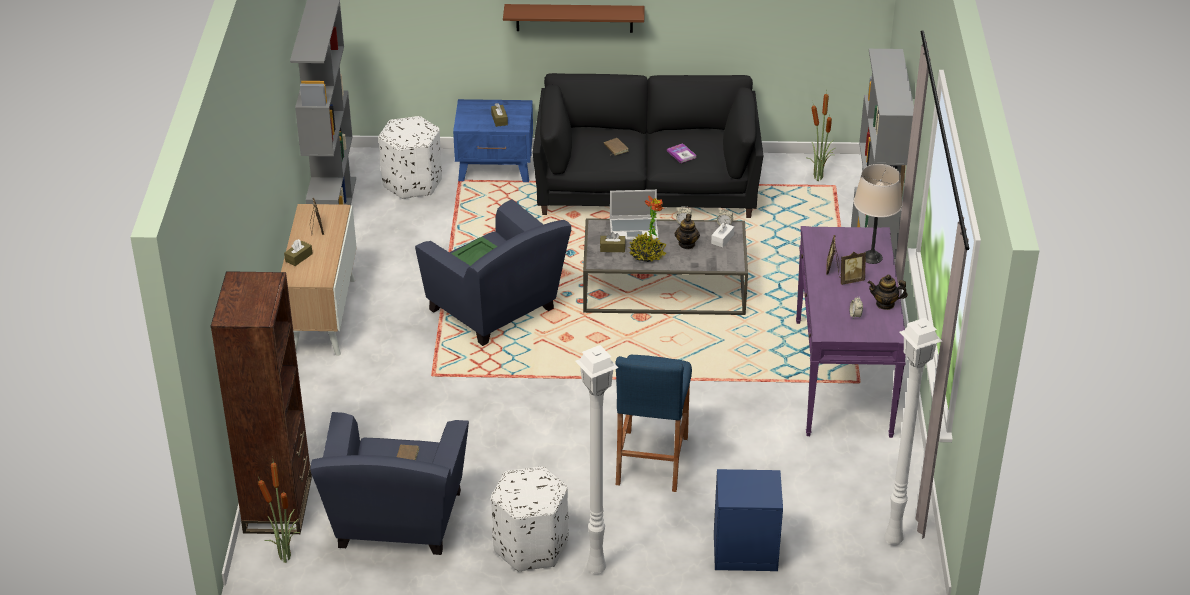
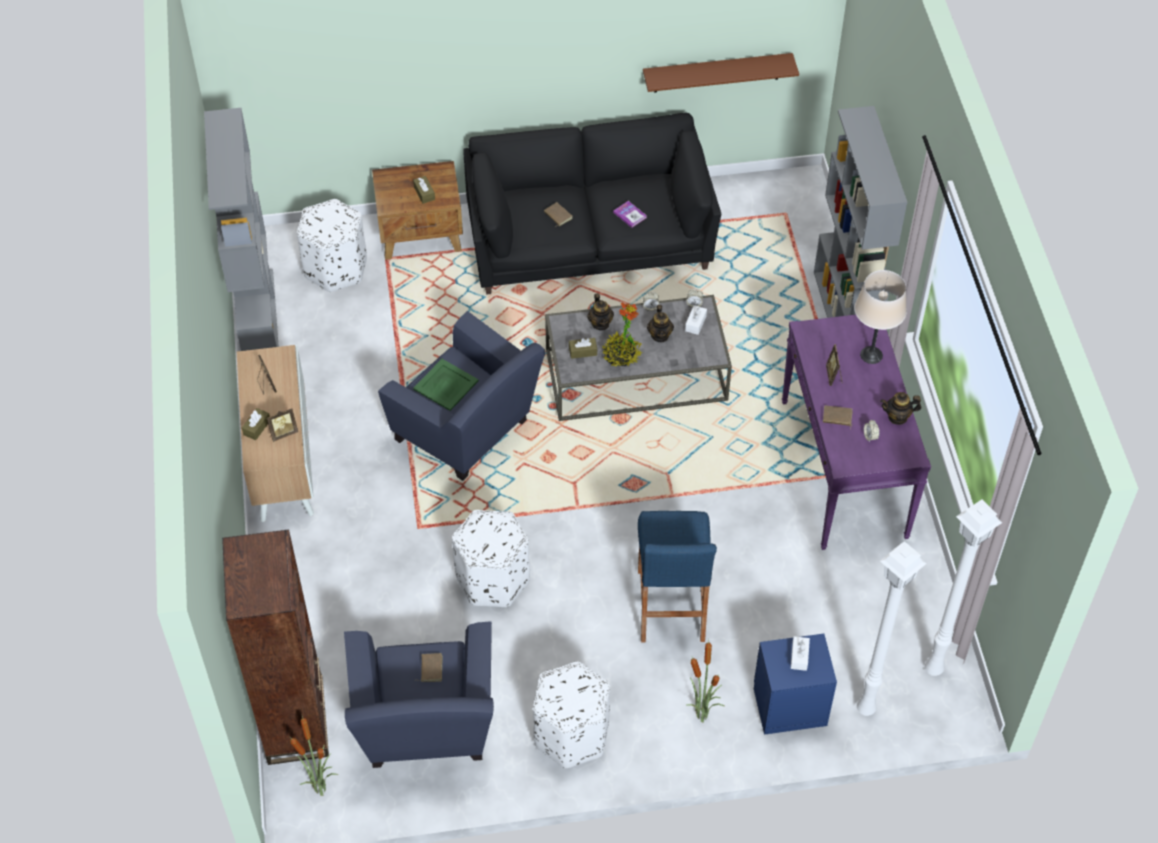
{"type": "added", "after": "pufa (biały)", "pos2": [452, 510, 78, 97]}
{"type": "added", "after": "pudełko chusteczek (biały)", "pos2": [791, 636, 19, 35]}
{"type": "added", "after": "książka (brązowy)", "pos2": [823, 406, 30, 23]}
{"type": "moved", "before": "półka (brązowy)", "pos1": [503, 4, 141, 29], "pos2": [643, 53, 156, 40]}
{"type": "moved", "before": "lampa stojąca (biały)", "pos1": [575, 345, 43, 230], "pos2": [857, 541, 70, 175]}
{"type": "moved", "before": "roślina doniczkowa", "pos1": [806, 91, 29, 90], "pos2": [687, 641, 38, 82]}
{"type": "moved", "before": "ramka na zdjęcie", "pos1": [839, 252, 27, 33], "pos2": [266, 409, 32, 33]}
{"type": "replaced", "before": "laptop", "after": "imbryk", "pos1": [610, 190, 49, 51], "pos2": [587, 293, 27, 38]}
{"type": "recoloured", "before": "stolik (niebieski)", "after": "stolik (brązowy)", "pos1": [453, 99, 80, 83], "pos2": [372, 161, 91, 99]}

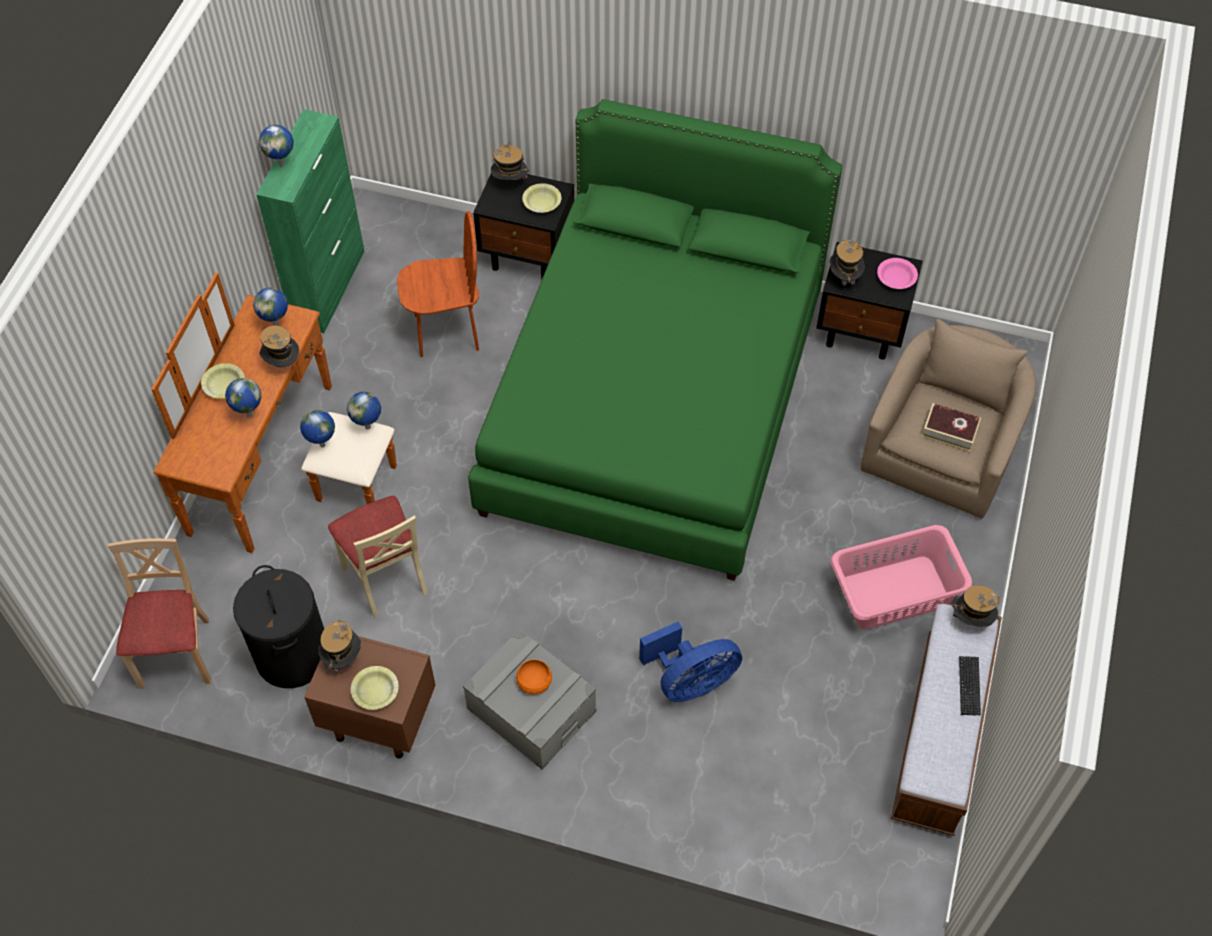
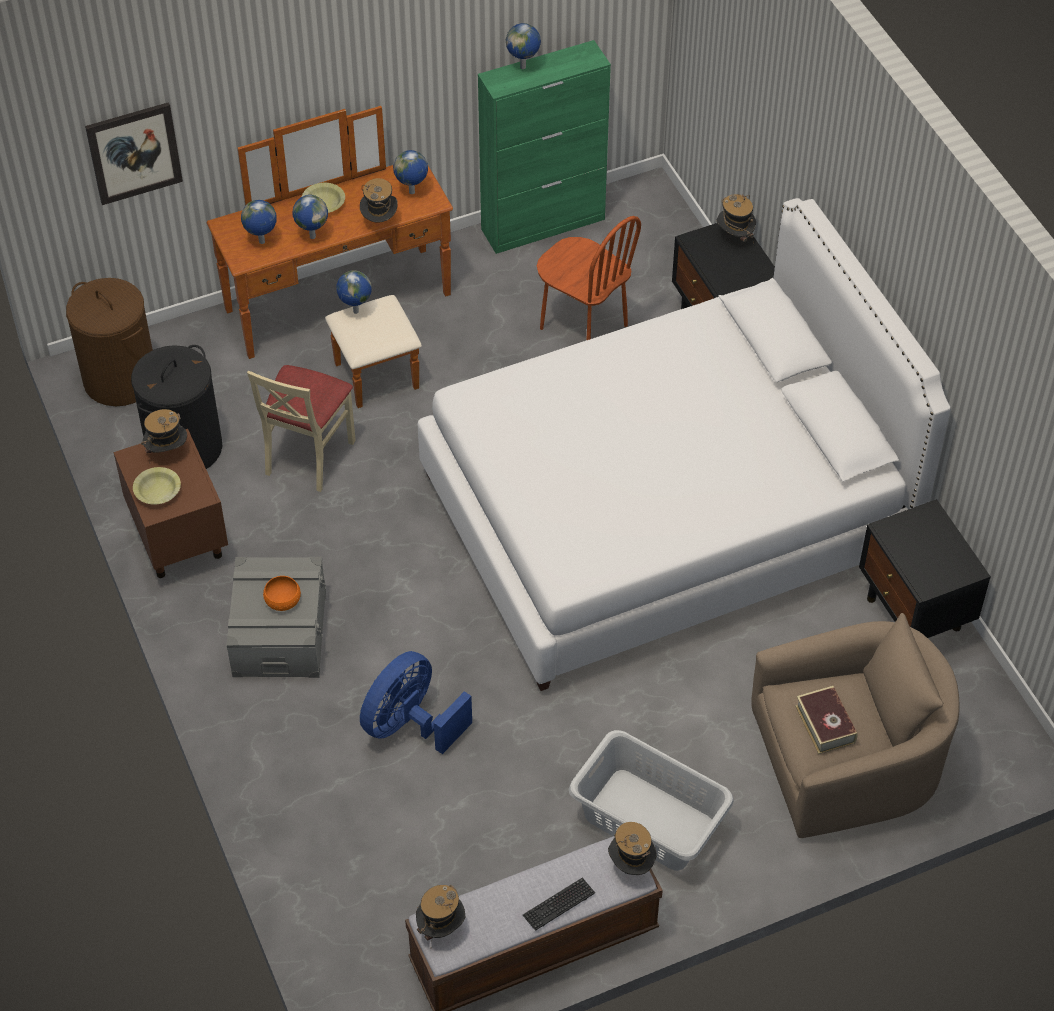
{"type": "removed", "before": "miska (żółty)", "pos1": [522, 183, 39, 30]}
{"type": "removed", "before": "miska (różowy)", "pos1": [877, 258, 41, 31]}
{"type": "added", "after": "obraz", "pos2": [85, 102, 98, 103]}
{"type": "moved", "before": "globus", "pos1": [347, 392, 34, 38], "pos2": [241, 200, 36, 44]}
{"type": "moved", "before": "kapelusz", "pos1": [830, 240, 35, 52], "pos2": [416, 885, 49, 56]}
{"type": "replaced", "before": "krzesło (beżowy)", "after": "kosz na pranie (brązowy)", "pos1": [108, 538, 103, 151], "pos2": [66, 278, 87, 128]}
{"type": "recoloured", "before": "łóżko (zielony)", "after": "łóżko (biały)", "pos1": [468, 99, 374, 482], "pos2": [418, 198, 533, 493]}
{"type": "recoloured", "before": "kosz na pranie (różowy)", "after": "kosz na pranie (szary)", "pos1": [830, 525, 142, 104], "pos2": [569, 730, 165, 141]}
{"type": "turned", "before": "wentylator (niebieski)", "pos1": [639, 621, 103, 81], "pos2": [360, 651, 112, 103], "turn": 105}

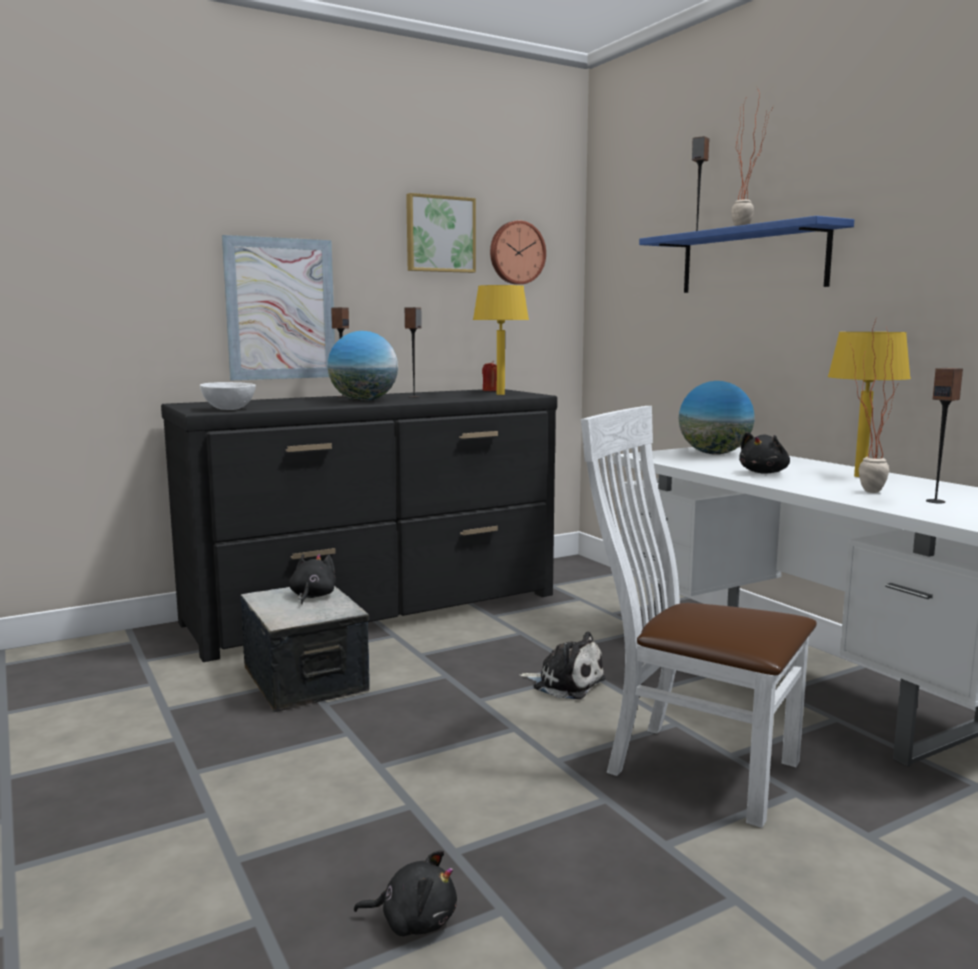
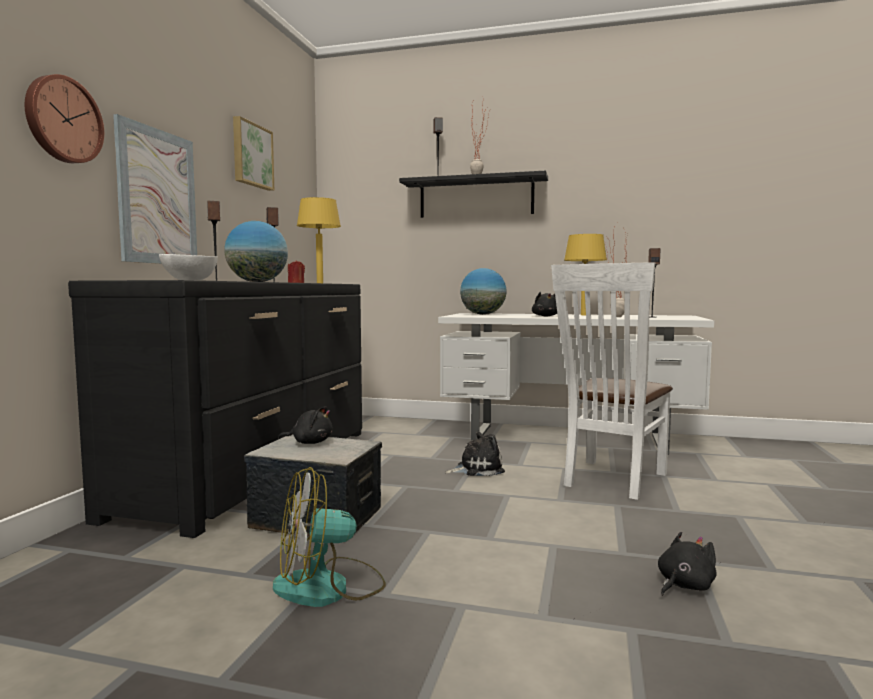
{"type": "added", "after": "wentylator", "pos2": [273, 467, 113, 140]}
{"type": "moved", "before": "zegar ścienny", "pos1": [490, 220, 56, 65], "pos2": [25, 74, 79, 89]}
{"type": "recoloured", "before": "półka (niebieski)", "after": "półka (czarny)", "pos1": [639, 216, 215, 77], "pos2": [399, 170, 149, 48]}
{"type": "turned", "before": "pluszak (czarny)", "pos1": [289, 554, 47, 51], "pos2": [278, 406, 55, 38], "turn": 135}
{"type": "turned", "before": "krzesło (biały)", "pos1": [581, 406, 236, 422], "pos2": [551, 262, 122, 238], "turn": -45}

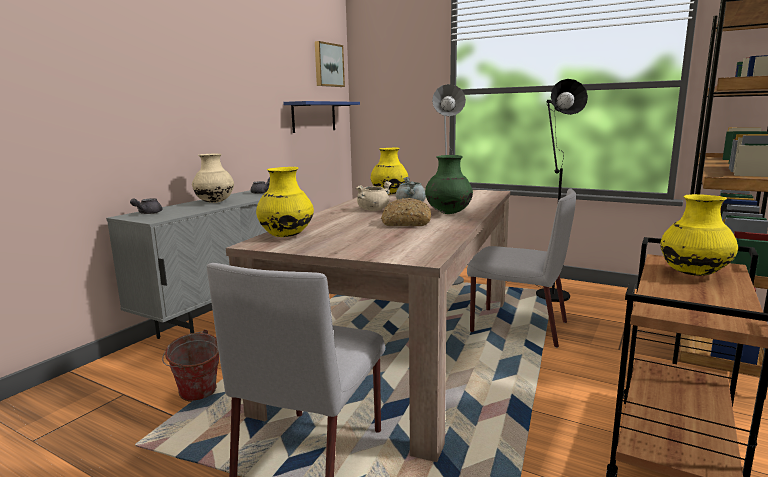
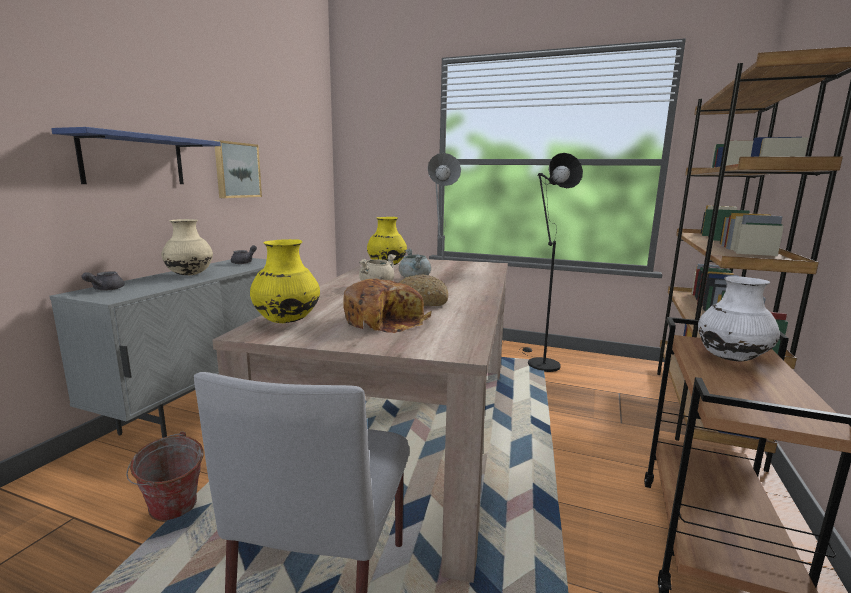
{"type": "removed", "before": "wazon (zielony)", "pos1": [425, 155, 48, 59]}
{"type": "removed", "before": "krzesło (szary)", "pos1": [467, 188, 109, 160]}
{"type": "added", "after": "chleb", "pos2": [343, 279, 89, 54]}
{"type": "moved", "before": "półka (niebieski)", "pos1": [283, 101, 77, 32], "pos2": [51, 127, 170, 57]}
{"type": "moved", "before": "obraz", "pos1": [315, 41, 30, 46], "pos2": [214, 140, 48, 58]}
{"type": "recoloured", "before": "wazon (żółty)", "after": "wazon (biały)", "pos1": [660, 194, 78, 82], "pos2": [698, 276, 82, 86]}

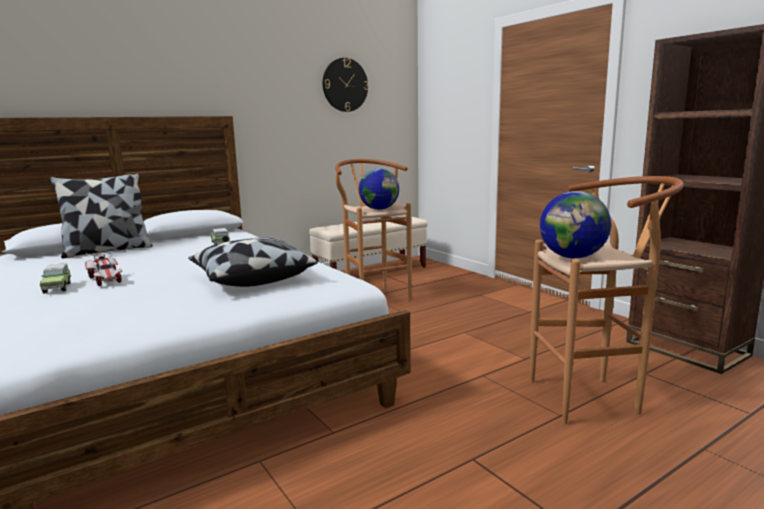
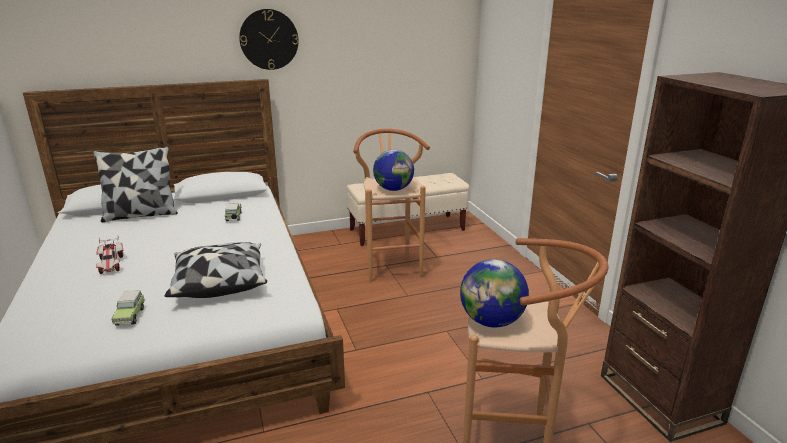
{"type": "moved", "before": "samochodzik", "pos1": [40, 263, 31, 31], "pos2": [111, 290, 34, 36]}
{"type": "moved", "before": "zegar ścienny", "pos1": [323, 58, 46, 54], "pos2": [239, 9, 59, 61]}

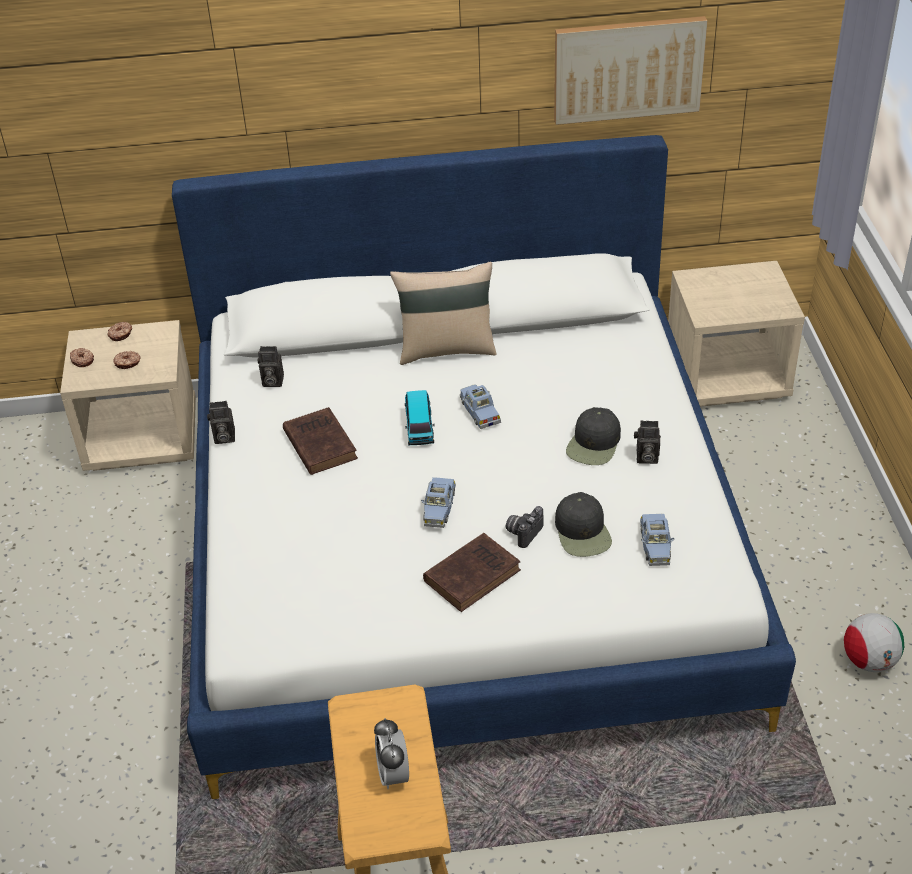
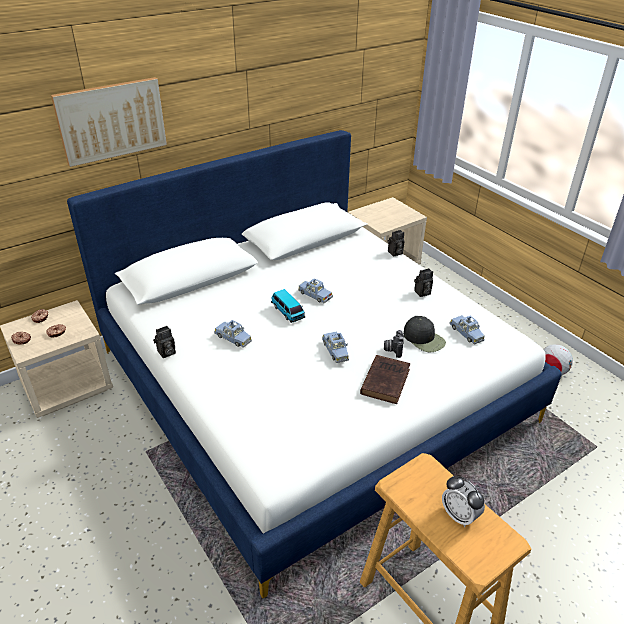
{"type": "removed", "before": "poduszka (beżowy)", "pos1": [390, 261, 107, 104]}
{"type": "removed", "before": "czapka z daszkiem (czarny)", "pos1": [566, 407, 55, 58]}
{"type": "moved", "before": "aparat fotograficzny", "pos1": [258, 346, 26, 41], "pos2": [388, 230, 16, 26]}
{"type": "moved", "before": "obraz", "pos1": [554, 16, 154, 109], "pos2": [51, 77, 116, 90]}
{"type": "replaced", "before": "książka (brązowy)", "after": "samochodzik (niebieski)", "pos1": [283, 407, 75, 68], "pos2": [214, 320, 38, 28]}

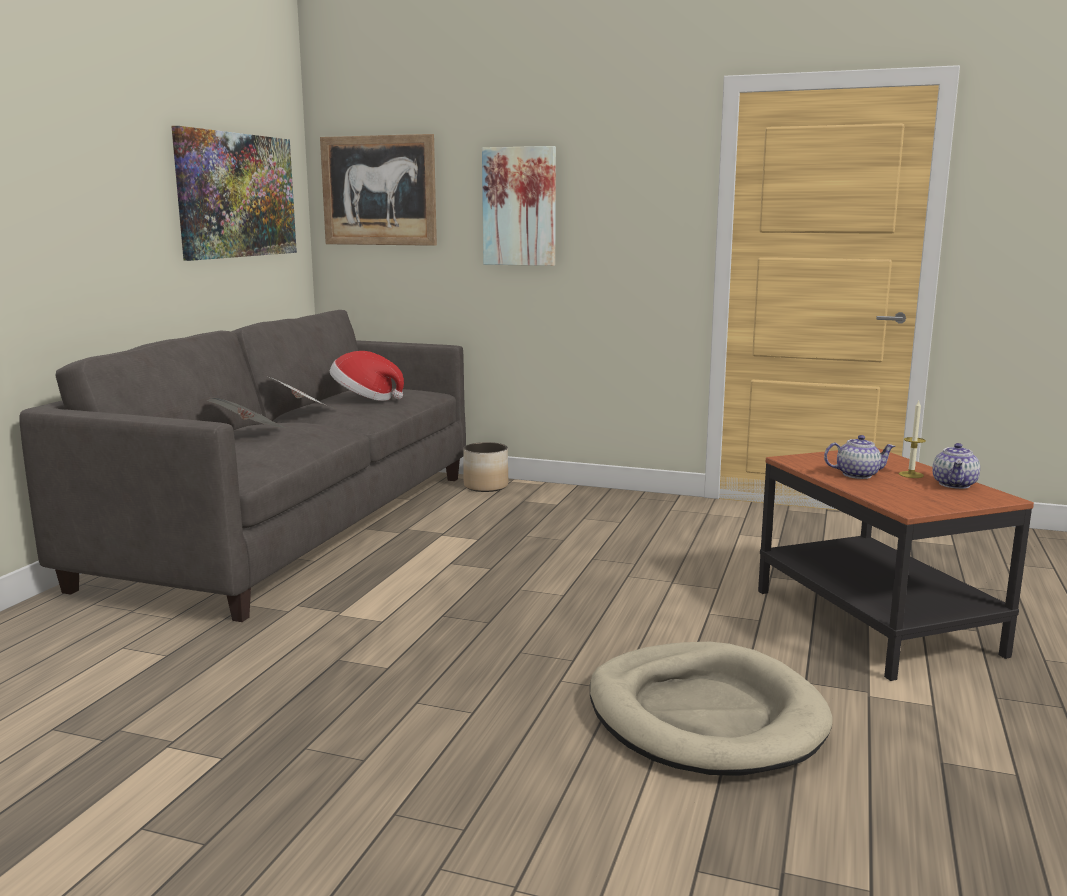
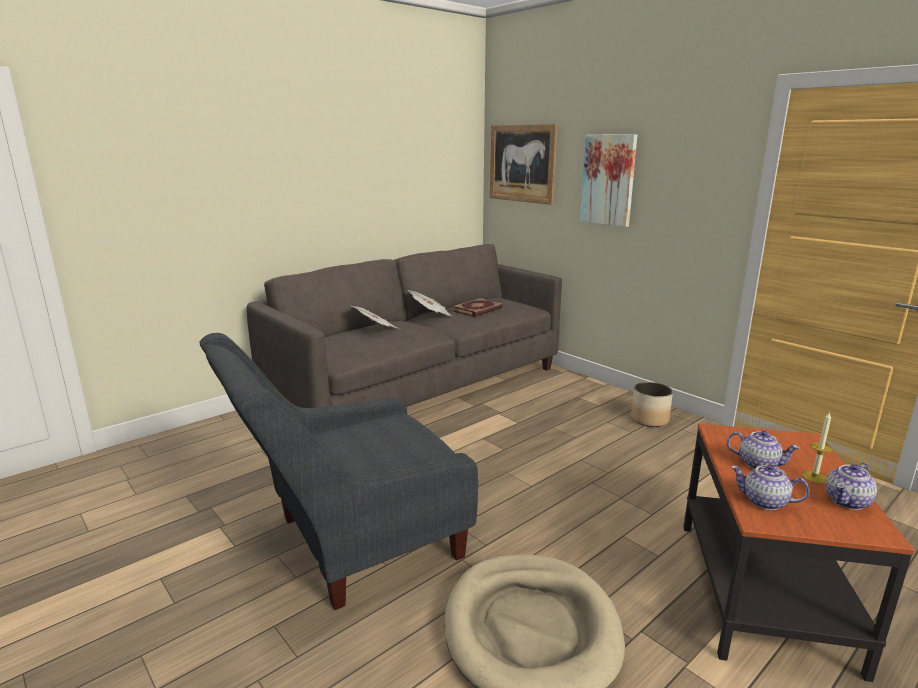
{"type": "removed", "before": "obraz", "pos1": [171, 126, 126, 135]}
{"type": "added", "after": "fotel (szary)", "pos2": [199, 333, 279, 277]}
{"type": "added", "after": "imbryk", "pos2": [731, 464, 79, 46]}
{"type": "moved", "before": "donica", "pos1": [463, 442, 45, 50], "pos2": [631, 382, 42, 45]}
{"type": "replaced", "before": "kapelusz", "after": "książka", "pos1": [330, 351, 74, 50], "pos2": [453, 298, 50, 19]}

